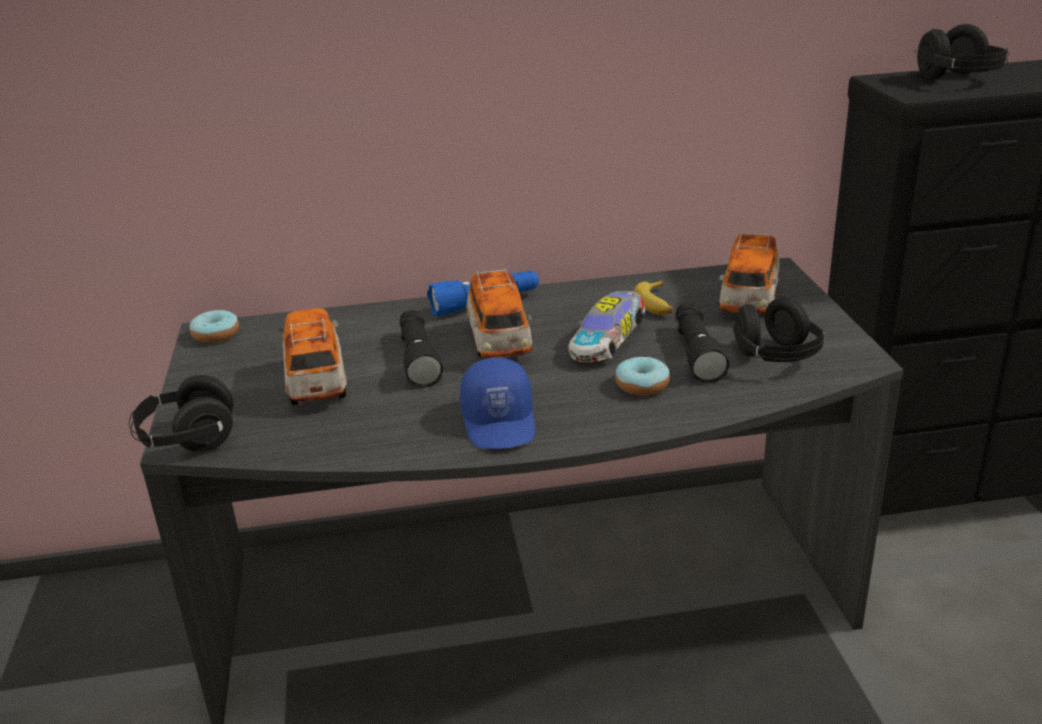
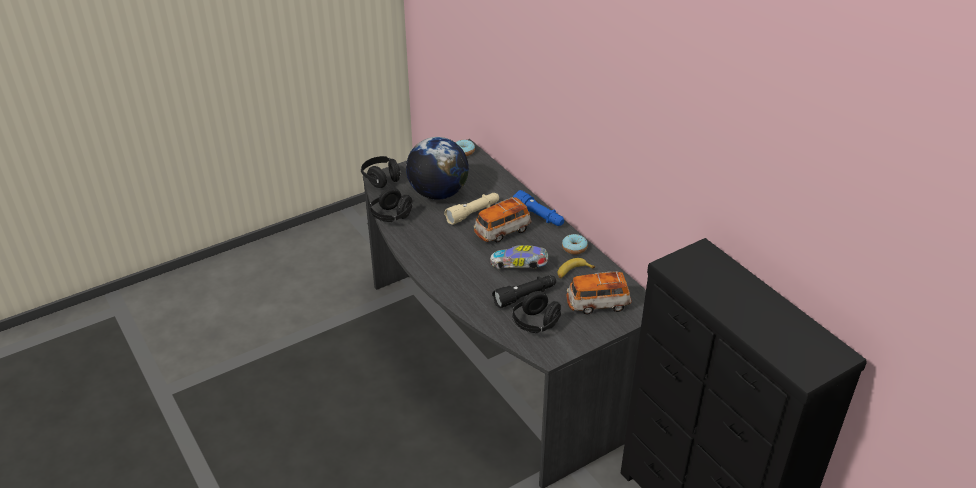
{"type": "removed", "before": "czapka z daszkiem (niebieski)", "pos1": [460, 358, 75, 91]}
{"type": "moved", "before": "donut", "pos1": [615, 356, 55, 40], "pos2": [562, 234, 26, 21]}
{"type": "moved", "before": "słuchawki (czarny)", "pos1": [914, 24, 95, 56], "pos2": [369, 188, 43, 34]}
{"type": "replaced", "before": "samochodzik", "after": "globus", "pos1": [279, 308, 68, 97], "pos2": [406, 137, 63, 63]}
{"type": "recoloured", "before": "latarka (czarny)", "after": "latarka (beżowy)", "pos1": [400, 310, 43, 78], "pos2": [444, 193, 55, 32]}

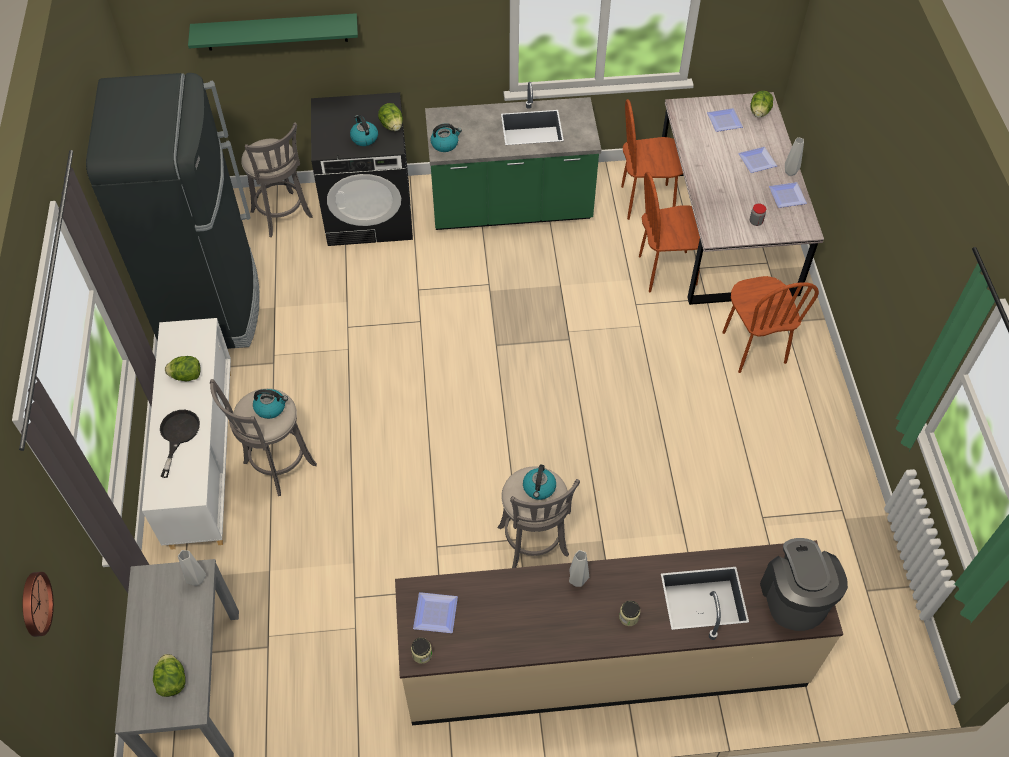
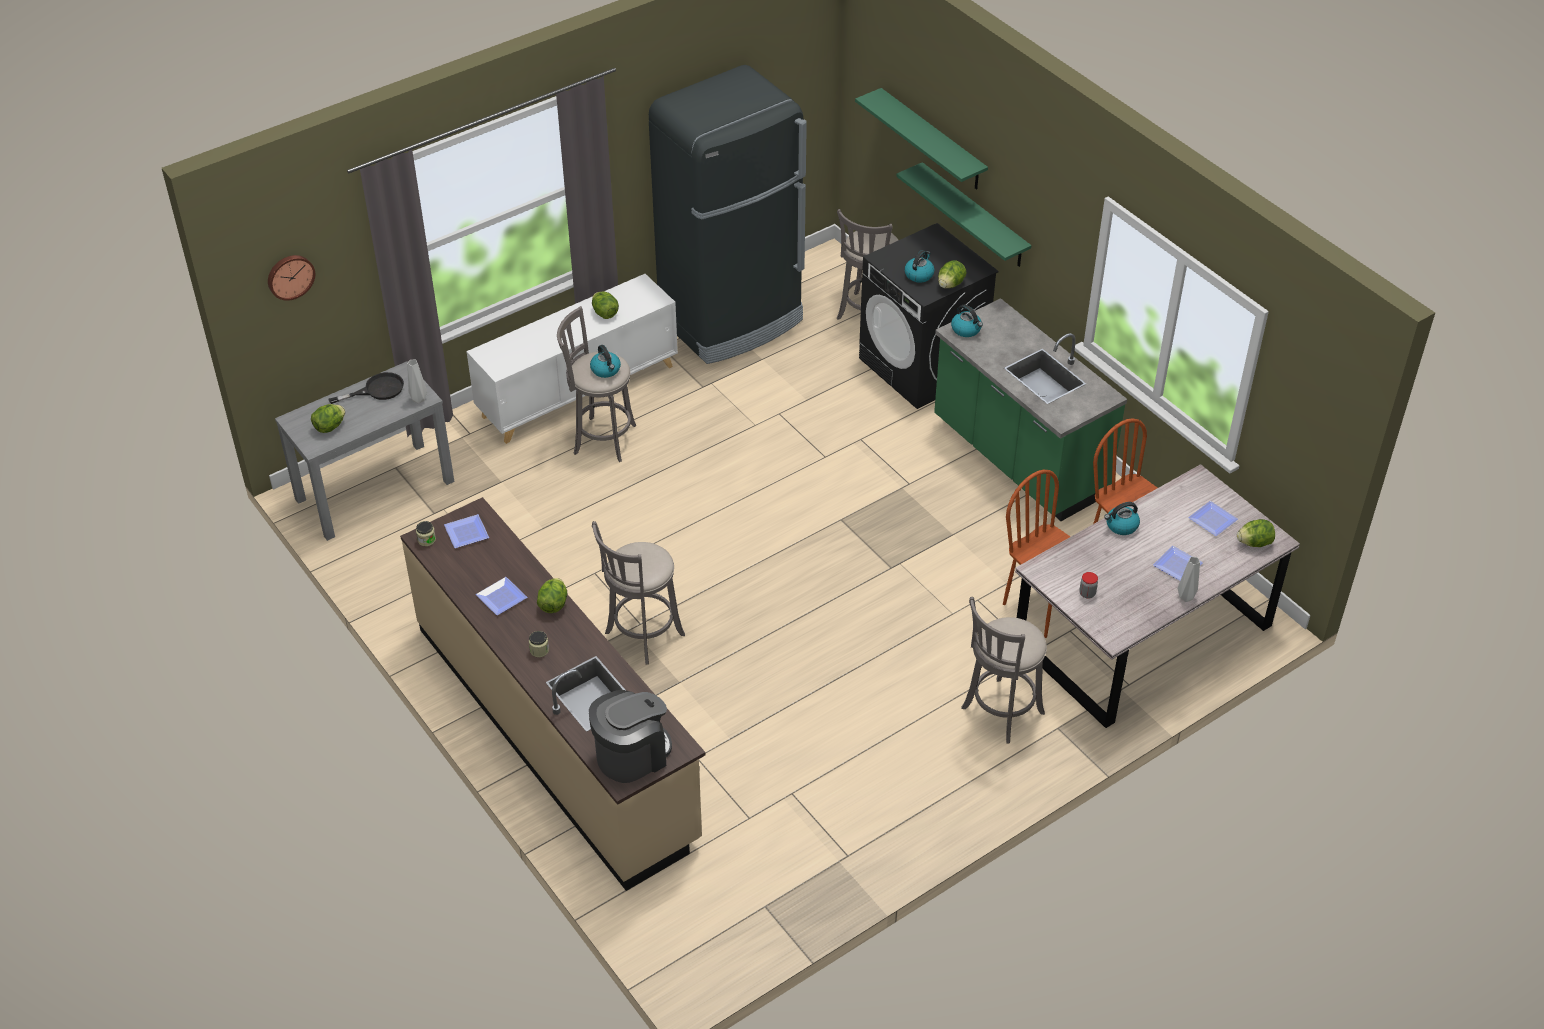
{"type": "added", "after": "półka (zielony)", "pos2": [896, 162, 136, 105]}
{"type": "moved", "before": "patelnia (czarny)", "pos1": [160, 410, 40, 68], "pos2": [328, 372, 76, 32]}
{"type": "moved", "before": "czajnik", "pos1": [523, 464, 33, 36], "pos2": [1104, 502, 36, 33]}
{"type": "moved", "before": "talerz", "pos1": [769, 182, 38, 26], "pos2": [476, 577, 51, 38]}
{"type": "replaced", "before": "wazon (szary)", "after": "sałata", "pos1": [569, 550, 20, 37], "pos2": [537, 578, 30, 35]}
{"type": "replaced", "before": "krzesło (brązowy)", "after": "stołek (szary)", "pos1": [722, 276, 97, 97], "pos2": [962, 597, 85, 147]}

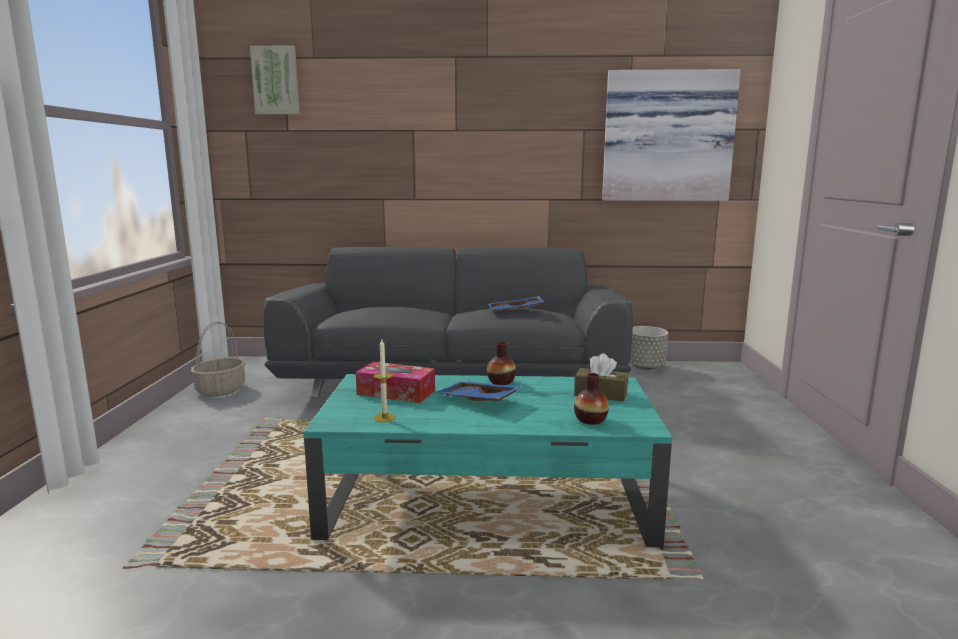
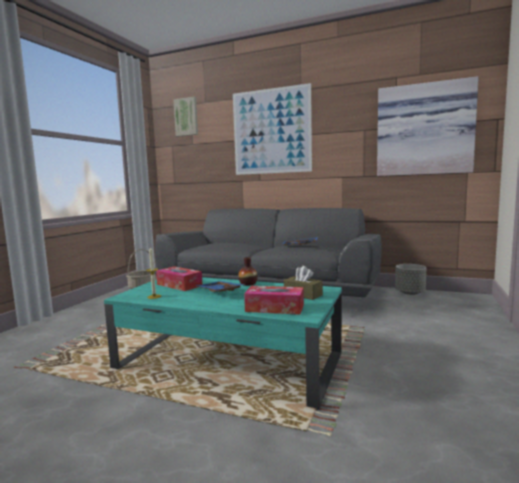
{"type": "added", "after": "obraz", "pos2": [233, 83, 79, 92]}
{"type": "replaced", "before": "wazon", "after": "pudełko chusteczek", "pos1": [574, 373, 35, 52], "pos2": [244, 286, 60, 29]}

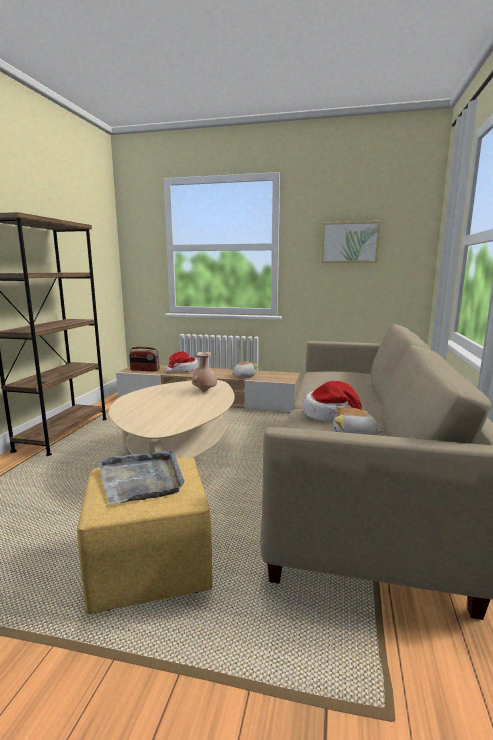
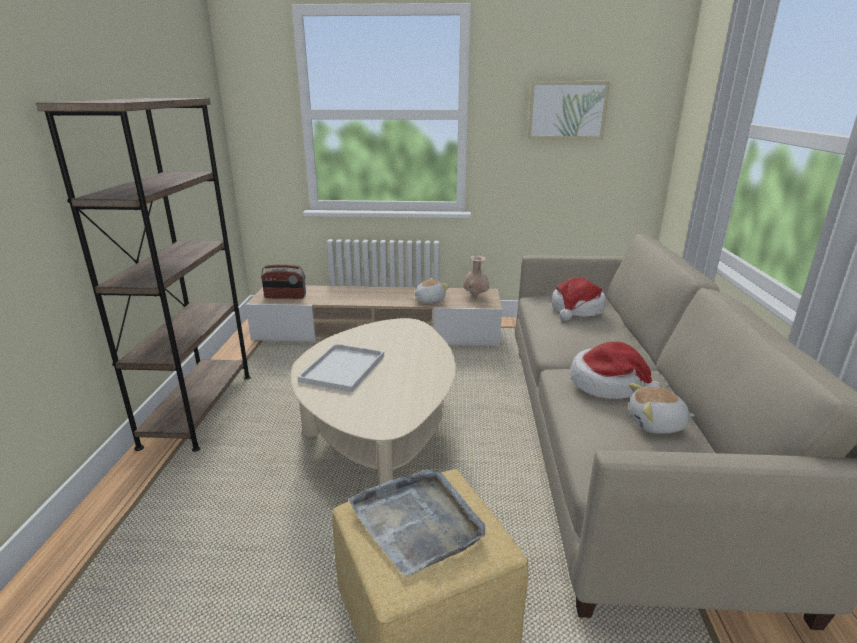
{"type": "added", "after": "taca (biały)", "pos2": [298, 344, 86, 48]}
{"type": "moved", "before": "kapelusz", "pos1": [165, 352, 34, 22], "pos2": [552, 277, 54, 44]}
{"type": "moved", "before": "wazon (beżowy)", "pos1": [192, 352, 25, 40], "pos2": [463, 256, 26, 40]}

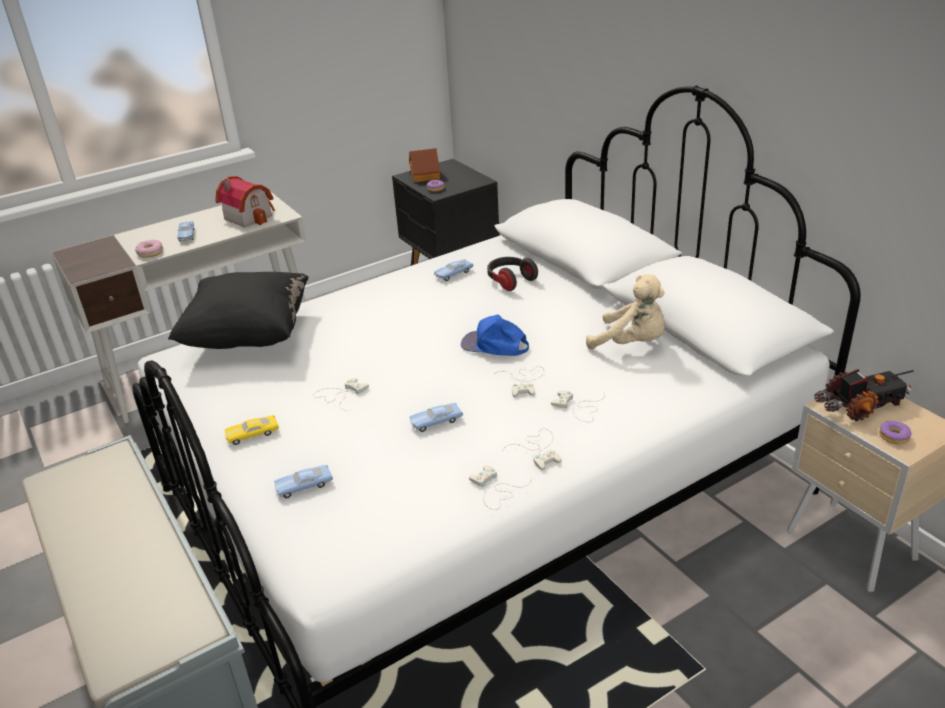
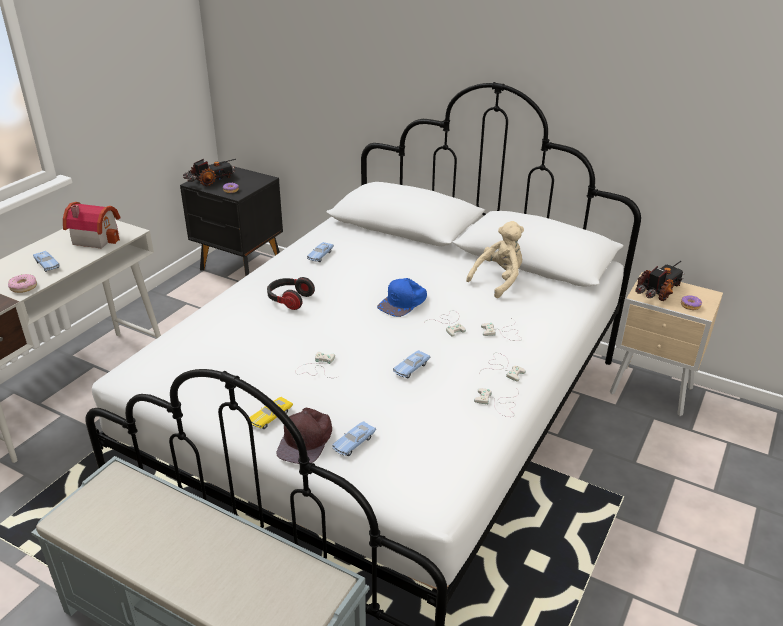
{"type": "removed", "before": "poduszka (czarny)", "pos1": [168, 272, 141, 77]}
{"type": "added", "after": "czapka z daszkiem (brązowy)", "pos2": [277, 408, 55, 56]}
{"type": "moved", "before": "słuchawki", "pos1": [487, 257, 51, 34], "pos2": [267, 277, 48, 33]}
{"type": "replaced", "before": "domek", "after": "ciężarówka zabawkowa", "pos1": [409, 148, 31, 34], "pos2": [183, 159, 53, 27]}
{"type": "turned", "before": "czapka z daszkiem (niebieski)", "pos1": [461, 315, 68, 41], "pos2": [377, 278, 50, 39], "turn": -45}
{"type": "turned", "before": "pluszak (beżowy)", "pos1": [586, 274, 79, 76], "pos2": [466, 221, 58, 77], "turn": -45}

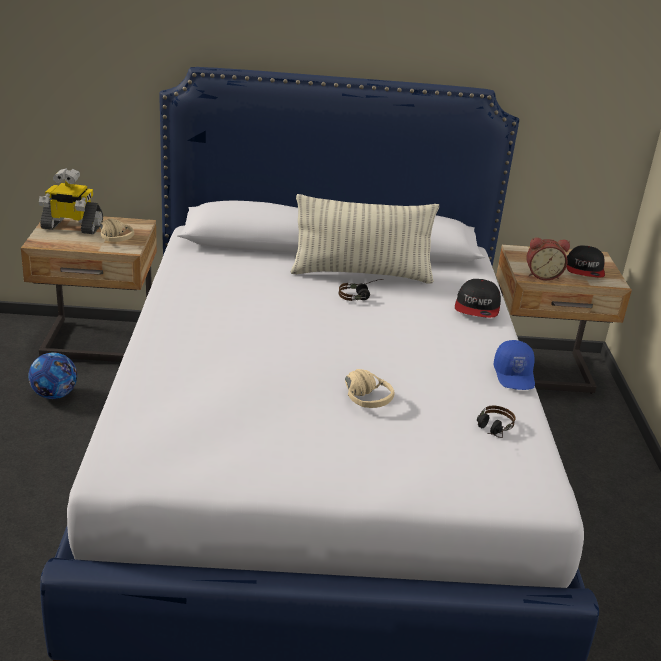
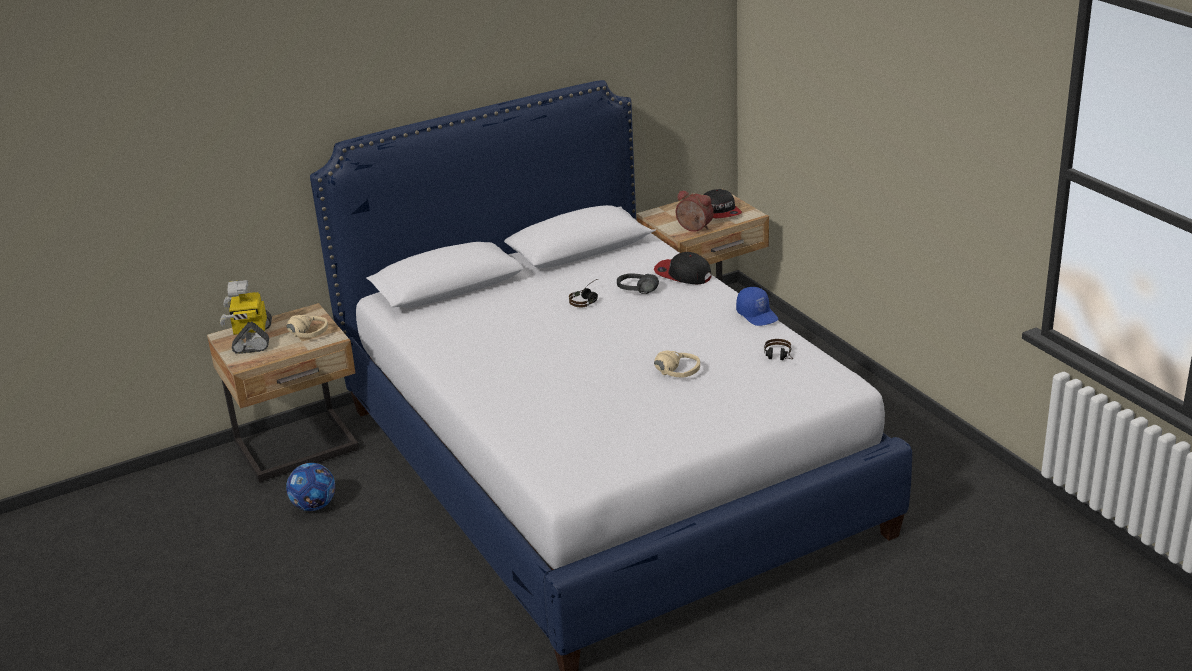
{"type": "removed", "before": "poduszka", "pos1": [290, 194, 149, 90]}
{"type": "added", "after": "słuchawki (czarny)", "pos2": [617, 274, 42, 20]}
{"type": "turned", "before": "robot zabawkowy", "pos1": [39, 168, 64, 66], "pos2": [220, 280, 52, 74], "turn": 105}
{"type": "turned", "before": "czapka z daszkiem", "pos1": [455, 279, 46, 39], "pos2": [654, 252, 58, 32], "turn": 135}
{"type": "turned", "before": "budzik", "pos1": [526, 237, 44, 43], "pos2": [676, 190, 38, 42], "turn": -120}

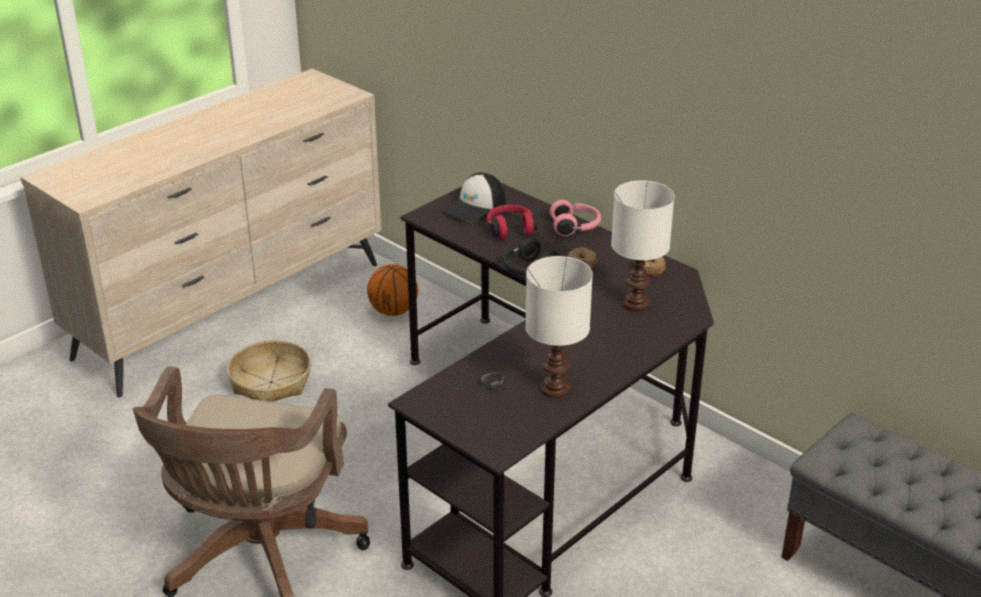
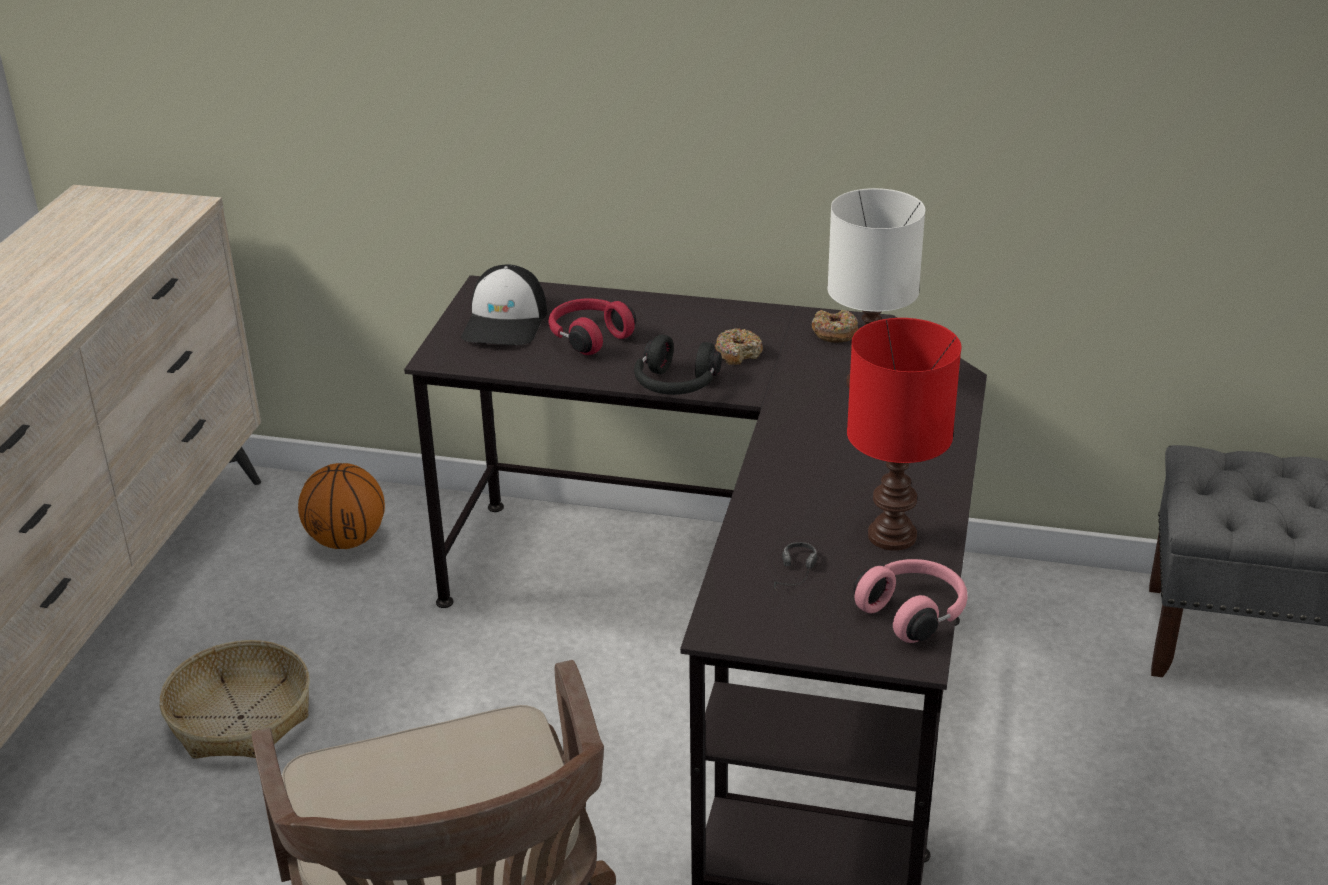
{"type": "moved", "before": "słuchawki (różowy)", "pos1": [550, 200, 51, 36], "pos2": [853, 559, 115, 84]}
{"type": "recoloured", "before": "lampa stołowa (biały)", "after": "lampa stołowa (czerwony)", "pos1": [525, 256, 68, 142], "pos2": [847, 318, 114, 233]}

